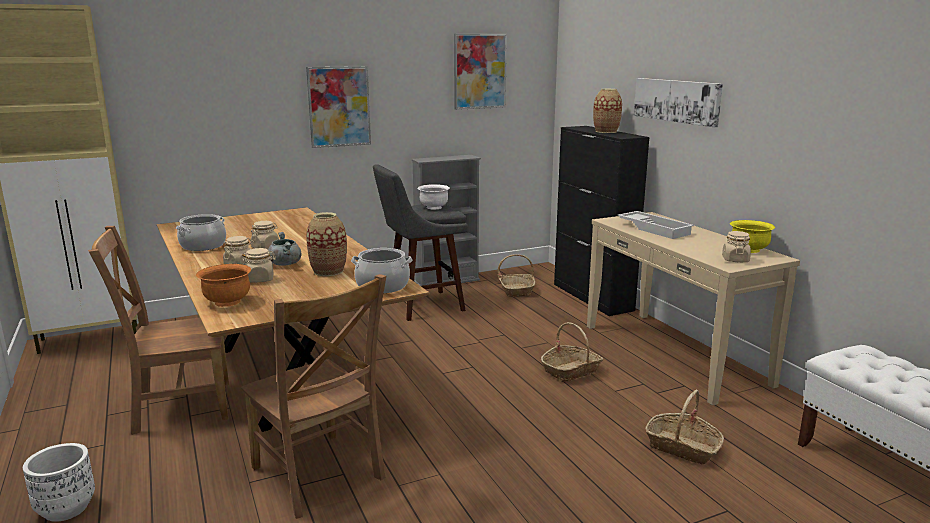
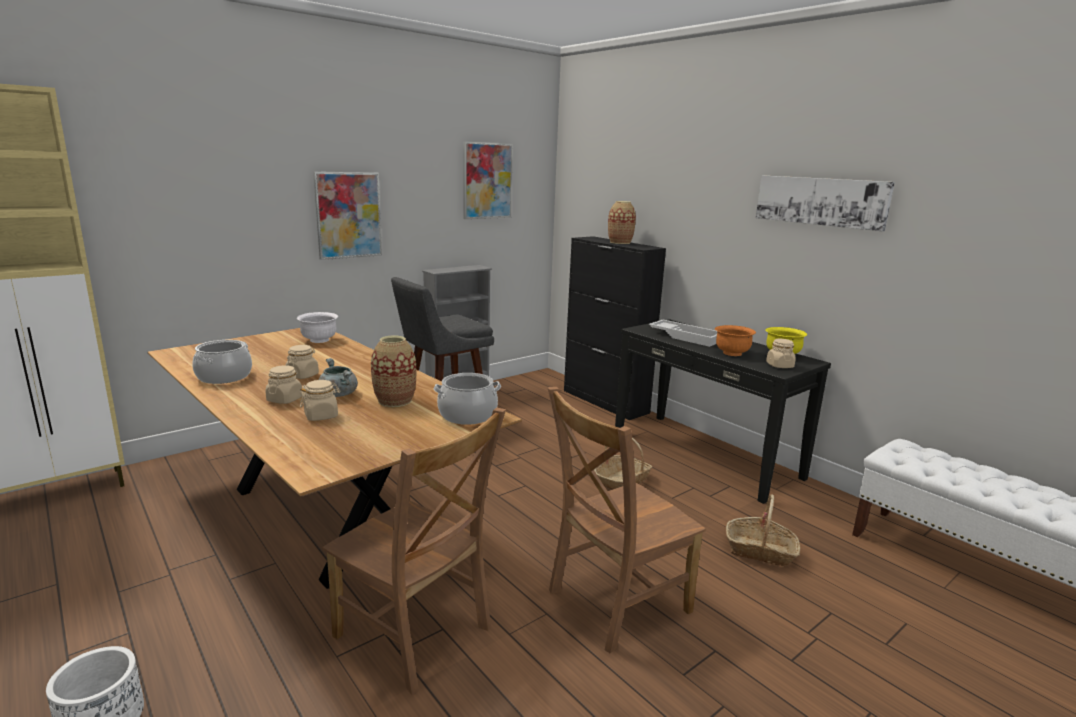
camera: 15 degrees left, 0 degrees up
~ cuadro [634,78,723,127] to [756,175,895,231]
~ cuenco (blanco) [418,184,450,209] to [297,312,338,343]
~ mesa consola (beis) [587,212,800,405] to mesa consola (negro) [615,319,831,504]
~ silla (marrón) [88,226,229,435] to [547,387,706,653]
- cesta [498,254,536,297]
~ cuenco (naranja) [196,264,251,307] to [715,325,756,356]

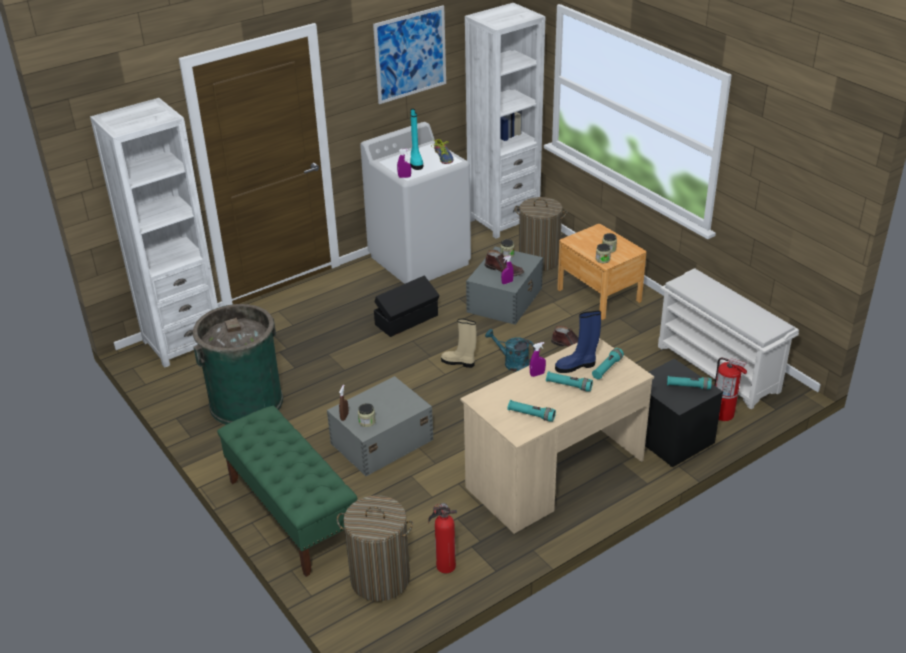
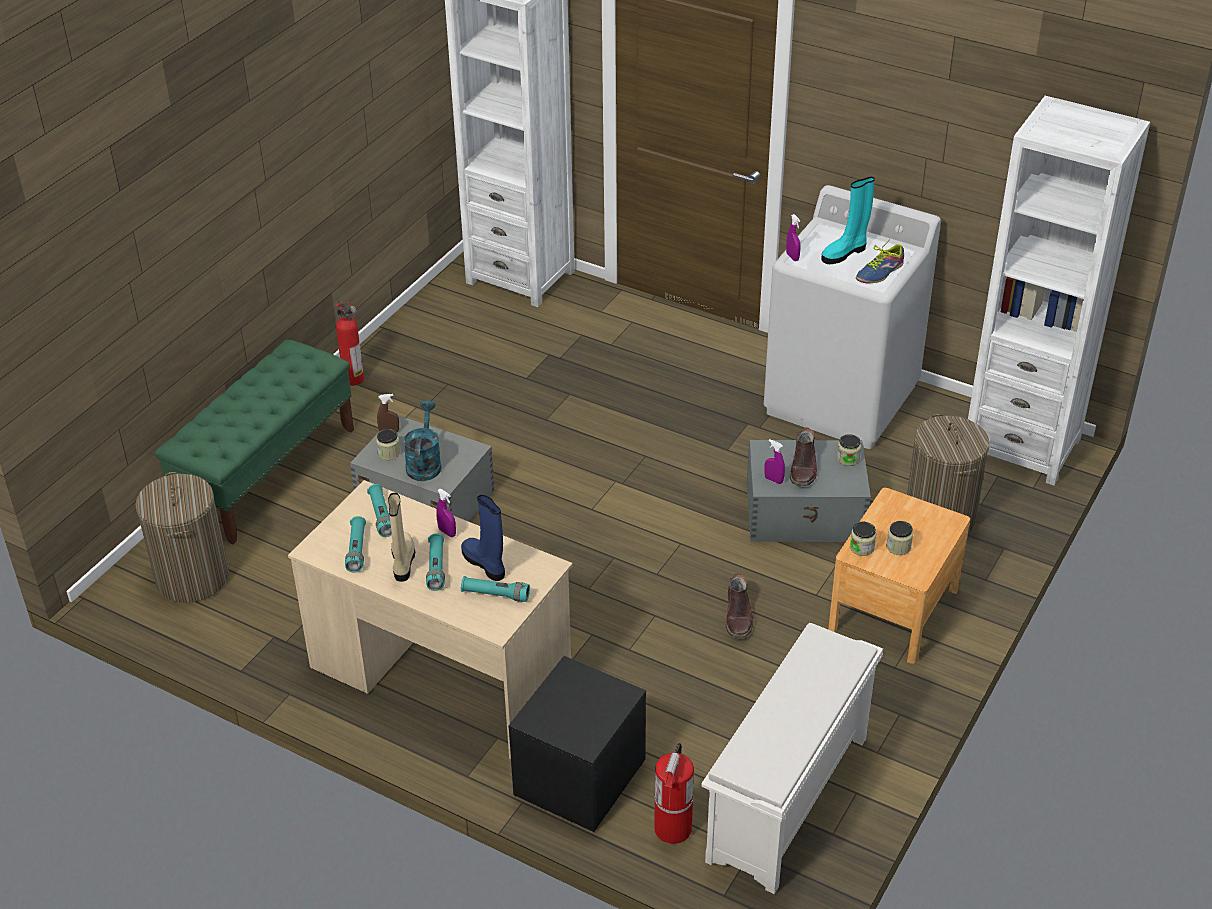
camera: 65 degrees right, 5 degrees up
- cuadro [373,5,446,104]
- caja de almacenaje (negro) [374,276,440,337]
- papelera (verde) [193,304,283,425]
~ bota (beis) [441,319,477,368] to [388,493,415,582]
~ regadera (turquesa) [485,329,535,372] to [404,400,441,481]
~ linterna (turquesa) [667,376,712,390] to [367,484,392,537]
~ extintor [428,503,457,573] to [336,300,364,386]

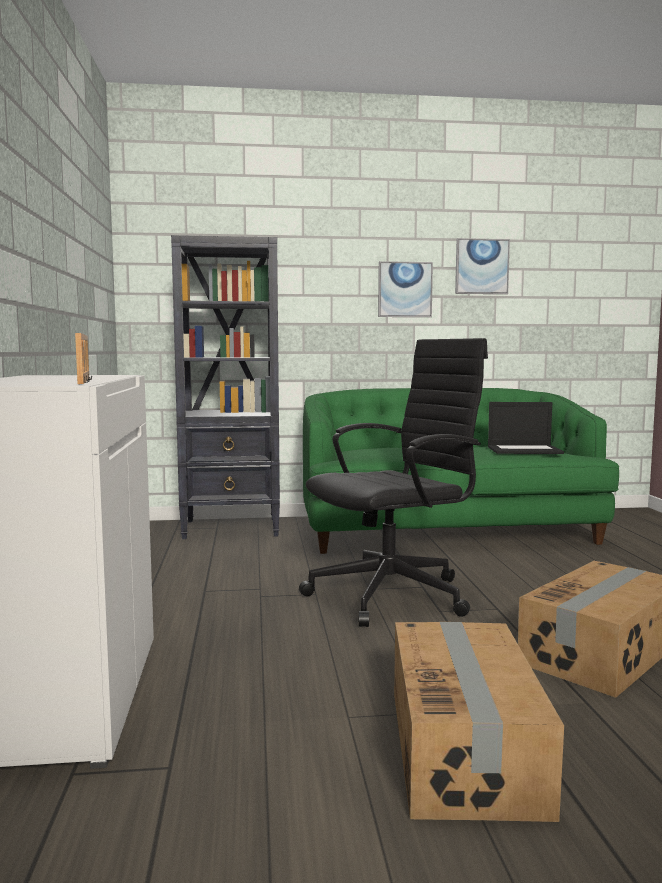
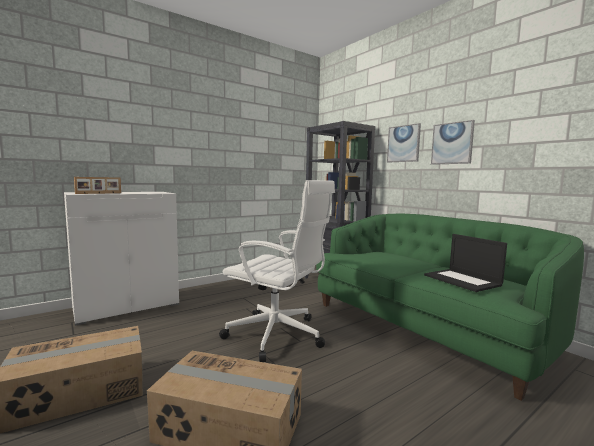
camera: 60 degrees right, 0 degrees up
~ cuadro [455,238,510,294] to [387,123,421,163]
~ silla de oficina (negro) [299,338,488,627] to silla de oficina (blanco) [219,180,335,362]

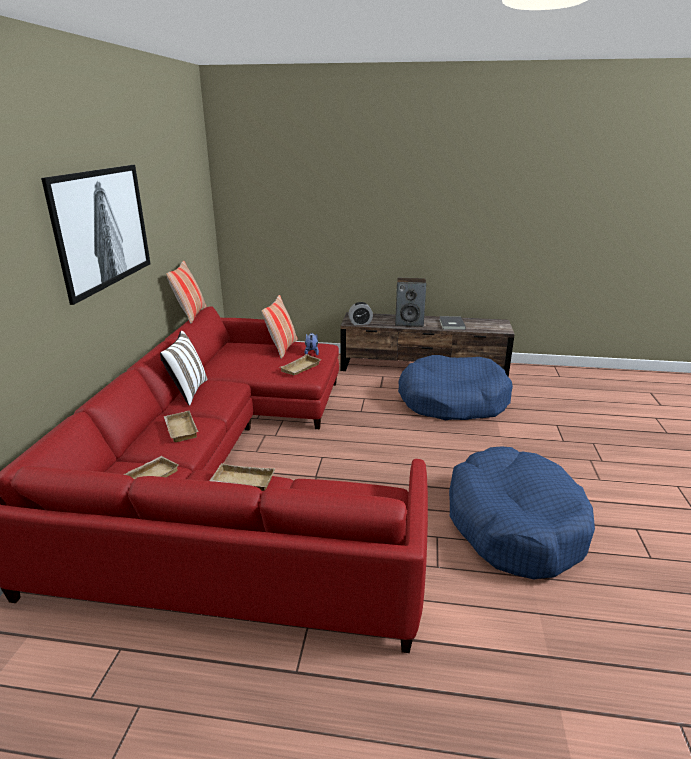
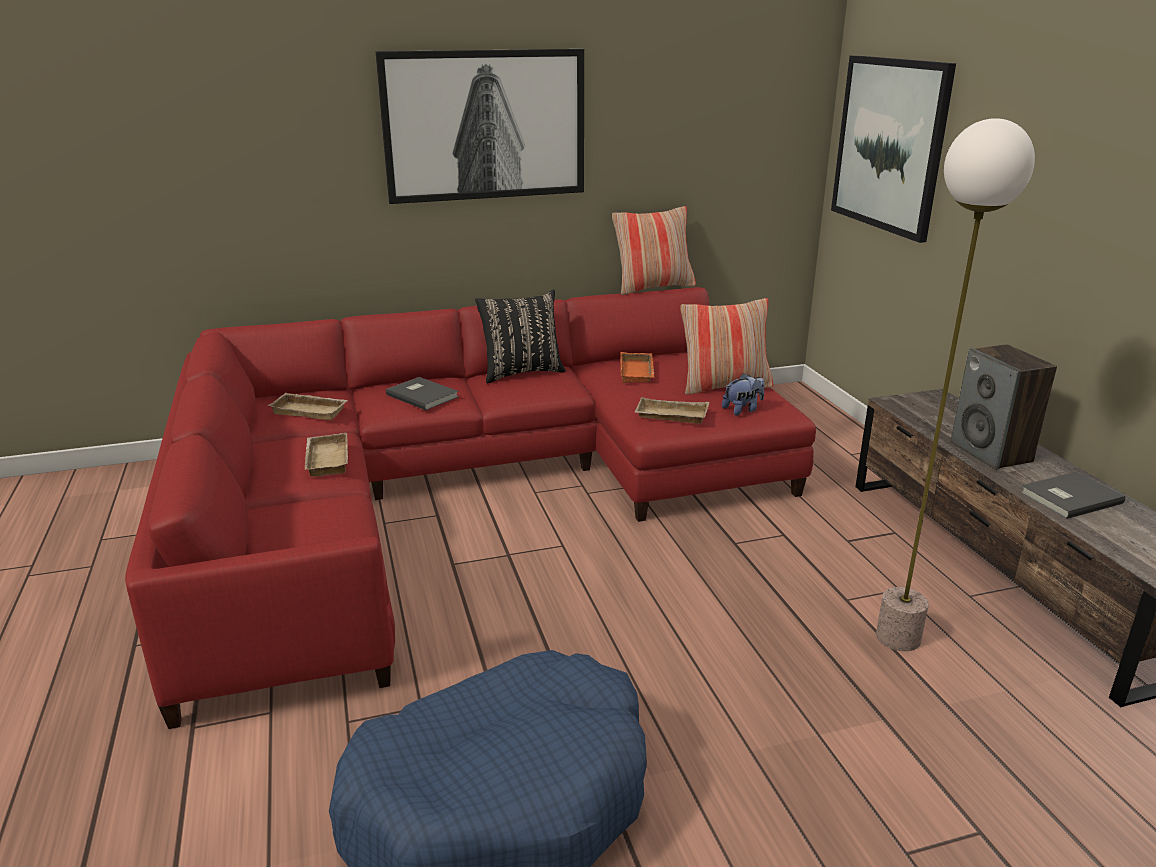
camera: 65 degrees right, 0 degrees up
- despertador [348,302,373,325]
~ cojín (blanco) [160,331,208,406] to cojín (negro) [475,290,566,383]
~ cama para perro (azul) [398,355,513,420] to lámpara de pie [876,118,1035,651]
~ bandeja (beis) [164,411,199,442] to libro (gris) [386,377,459,410]
+ cuadro [831,55,956,243]
+ bandeja (naranja) [620,352,655,383]

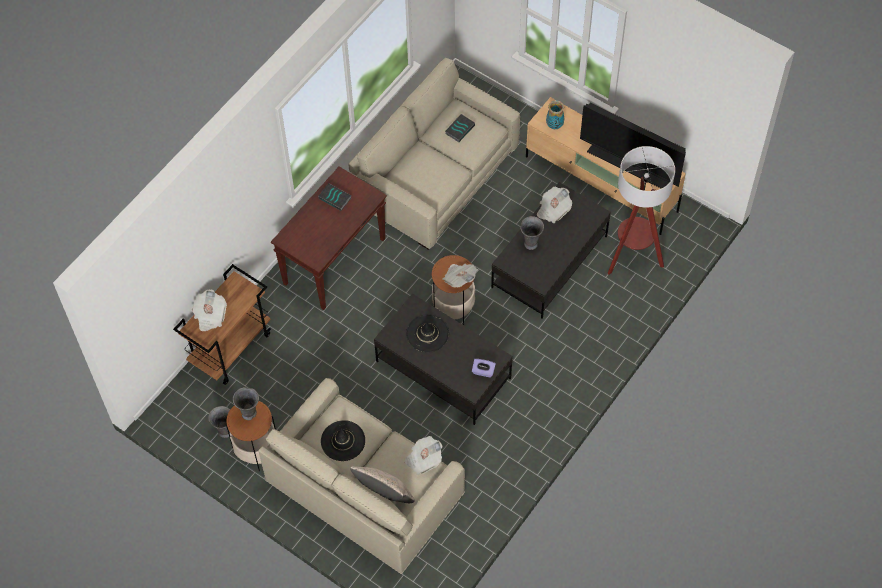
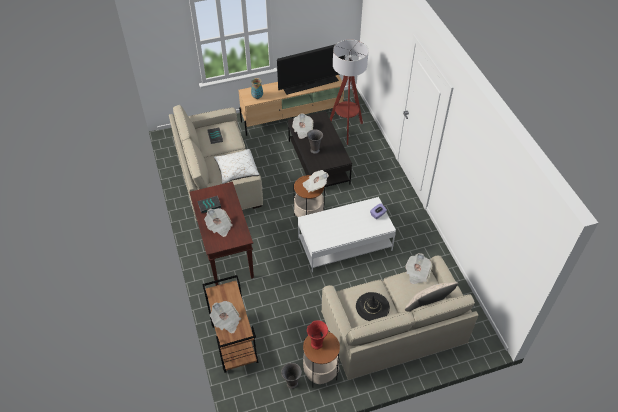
camera: 55 degrees left, 10 degrees down
~ mesa de centro (negro) [374,293,513,425] to mesa de centro (blanco) [298,197,396,273]
- sombrero (negro) [406,314,449,352]
~ florero (gris) [233,387,259,420] to florero (rojo) [307,320,328,350]
+ cojín (blanco) [214,149,260,184]
+ periódico [204,208,233,237]

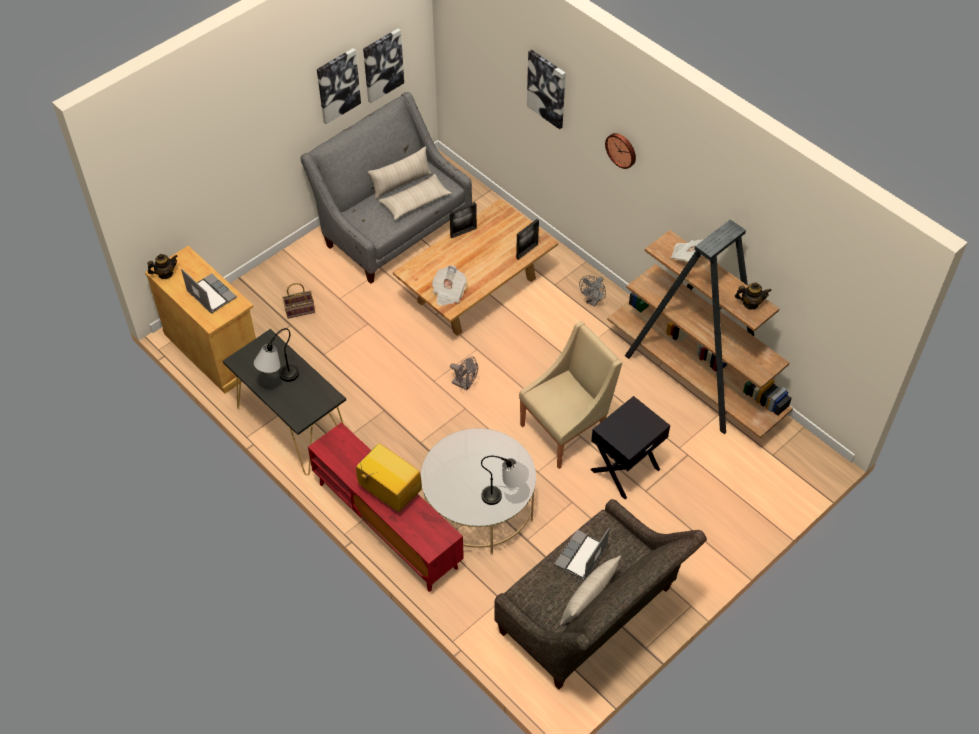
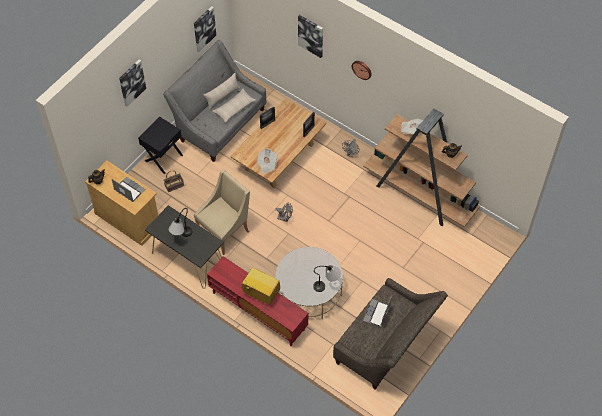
camera: 10 degrees left, 5 degrees up
~ cuadro [317,48,361,124] to [119,59,146,107]
~ sillón (beis) [519,321,622,469] to [194,169,250,255]
~ mesa auxiliar (negro) [590,396,670,499] to [138,117,183,174]
- cojín (beis) [560,556,621,625]

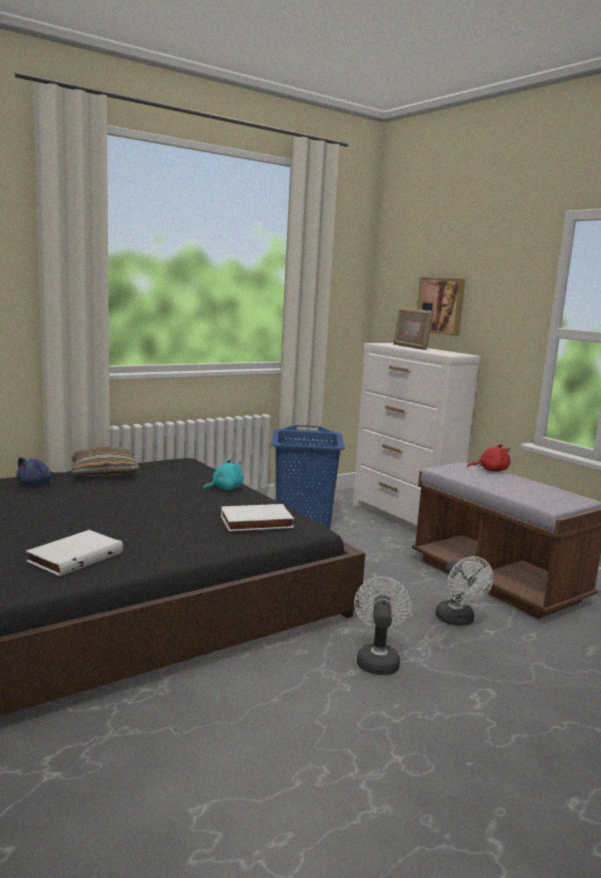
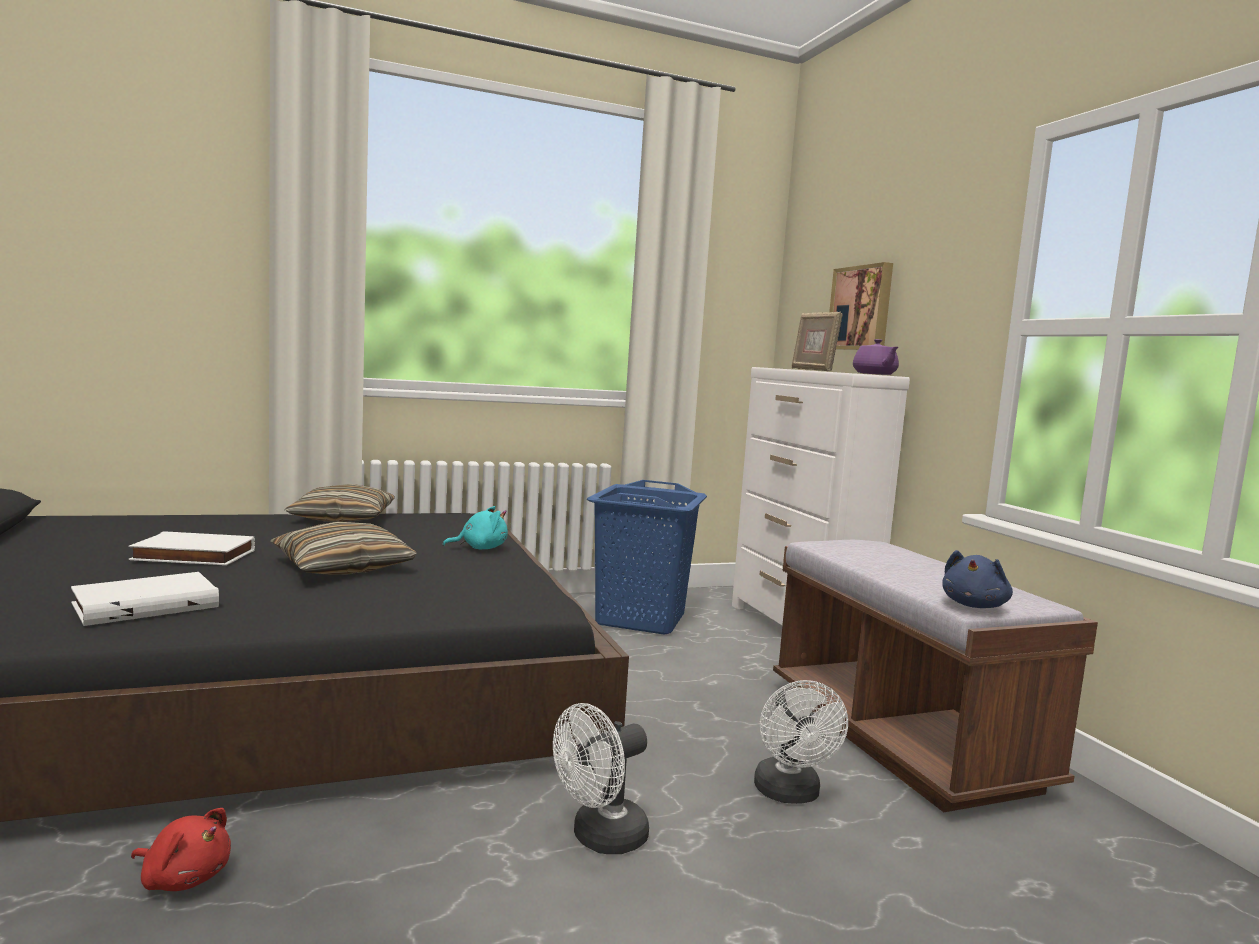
camera: 15 degrees right, 5 degrees down
~ peluche (rojo) [467,444,510,472] to [131,808,231,891]
~ peluche (azul) [16,457,54,486] to [942,550,1013,608]
~ libro (blanco) [221,504,294,531] to [129,531,255,565]
~ ventilador (blanco) [354,577,411,675] = [553,703,649,854] 150 degrees counterclockwise
+ tetera (morado) [853,339,899,375]
+ cojín [270,522,417,575]

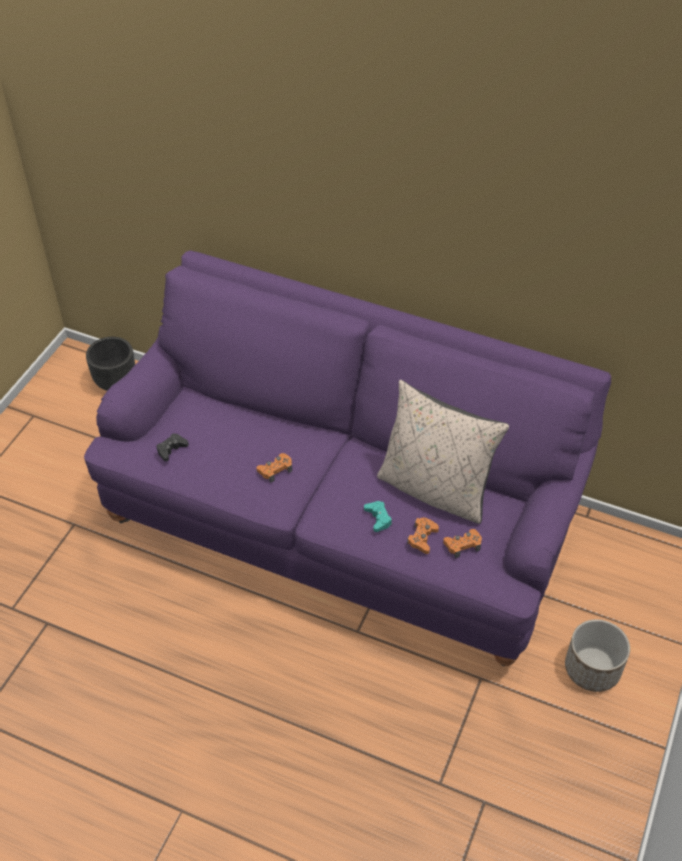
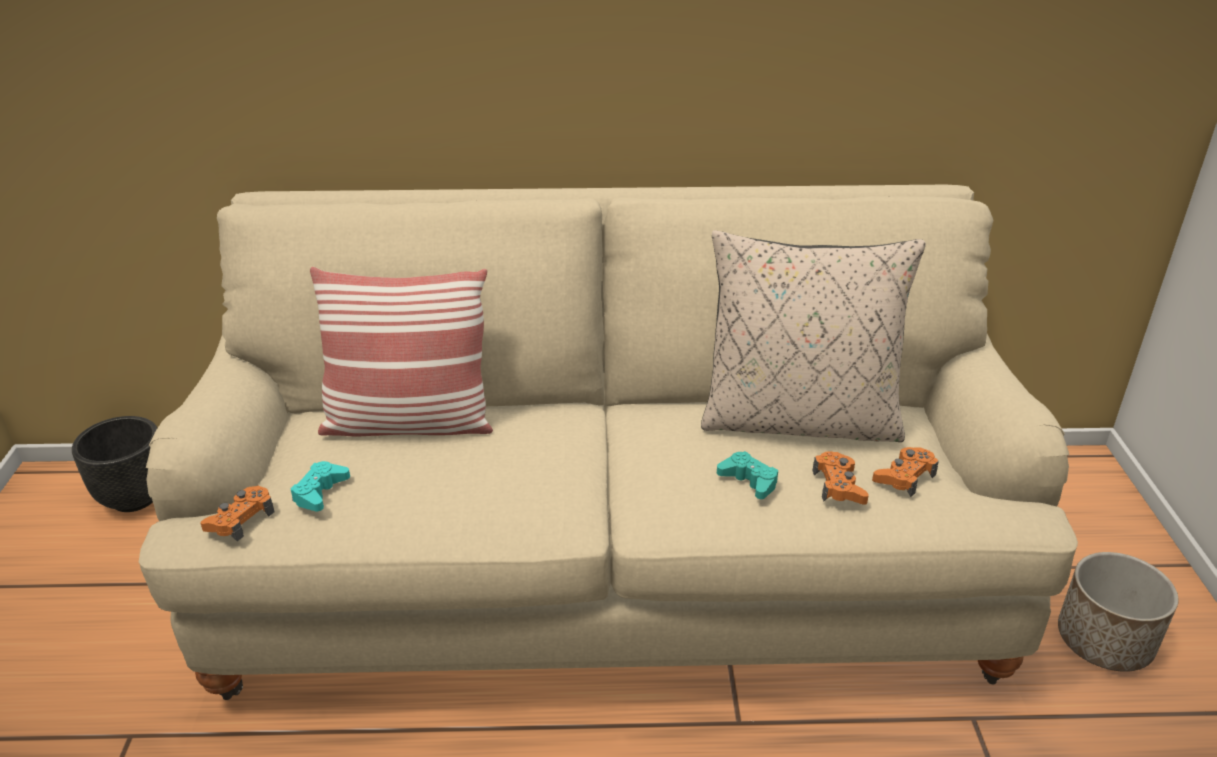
camera: 25 degrees left, 15 degrees down
~ sofá (morado) [84,250,611,666] to sofá (beis) [139,185,1078,700]
~ mando de consola (negro) [156,433,189,461] to mando de consola (turquesa) [291,461,350,511]
~ mando de consola (naranja) [256,453,292,483] to [200,486,274,541]
+ cojín [310,267,493,436]

